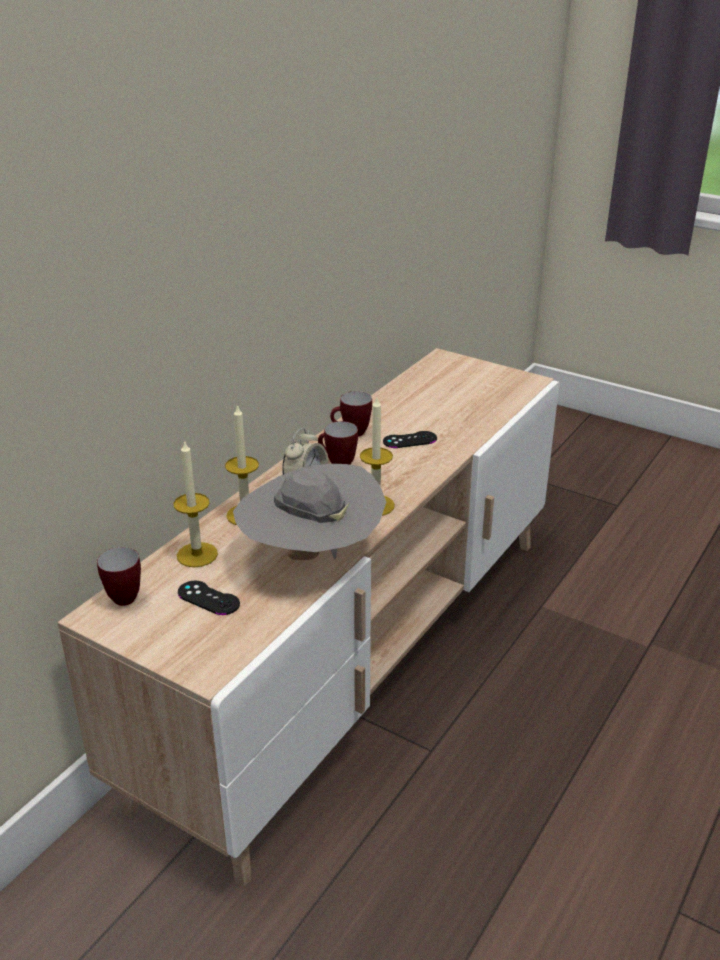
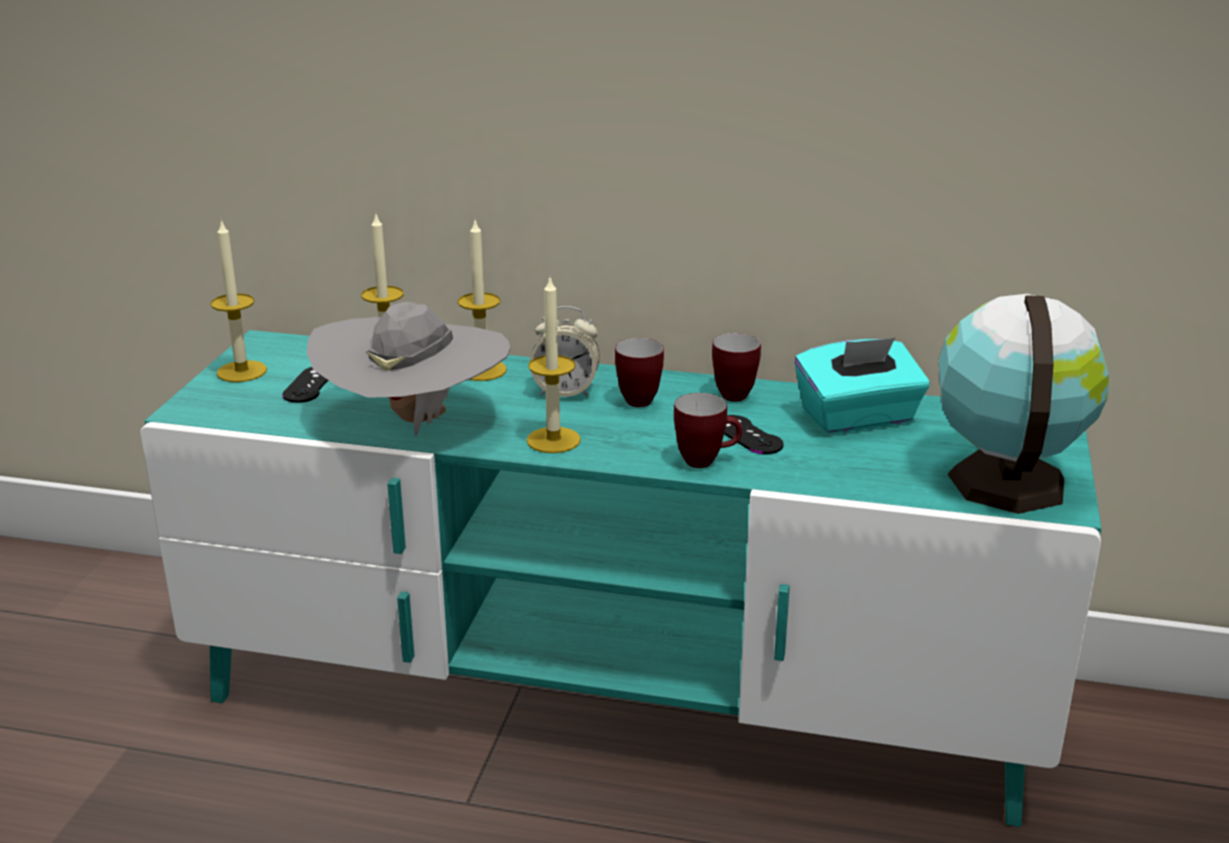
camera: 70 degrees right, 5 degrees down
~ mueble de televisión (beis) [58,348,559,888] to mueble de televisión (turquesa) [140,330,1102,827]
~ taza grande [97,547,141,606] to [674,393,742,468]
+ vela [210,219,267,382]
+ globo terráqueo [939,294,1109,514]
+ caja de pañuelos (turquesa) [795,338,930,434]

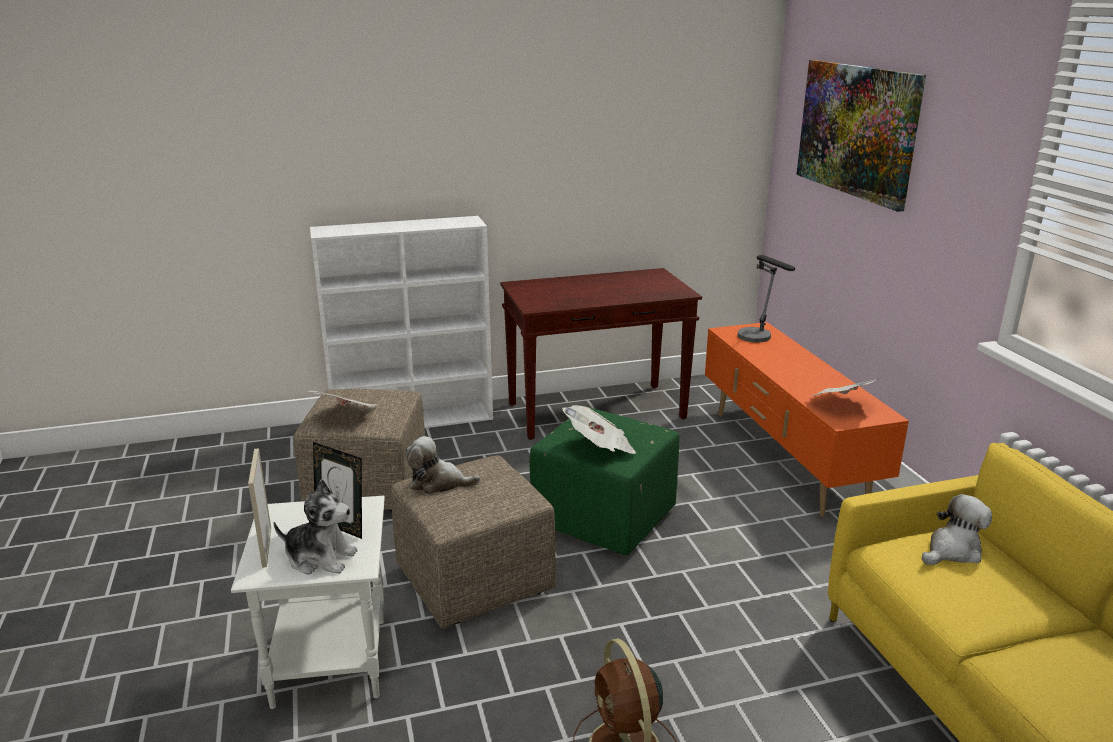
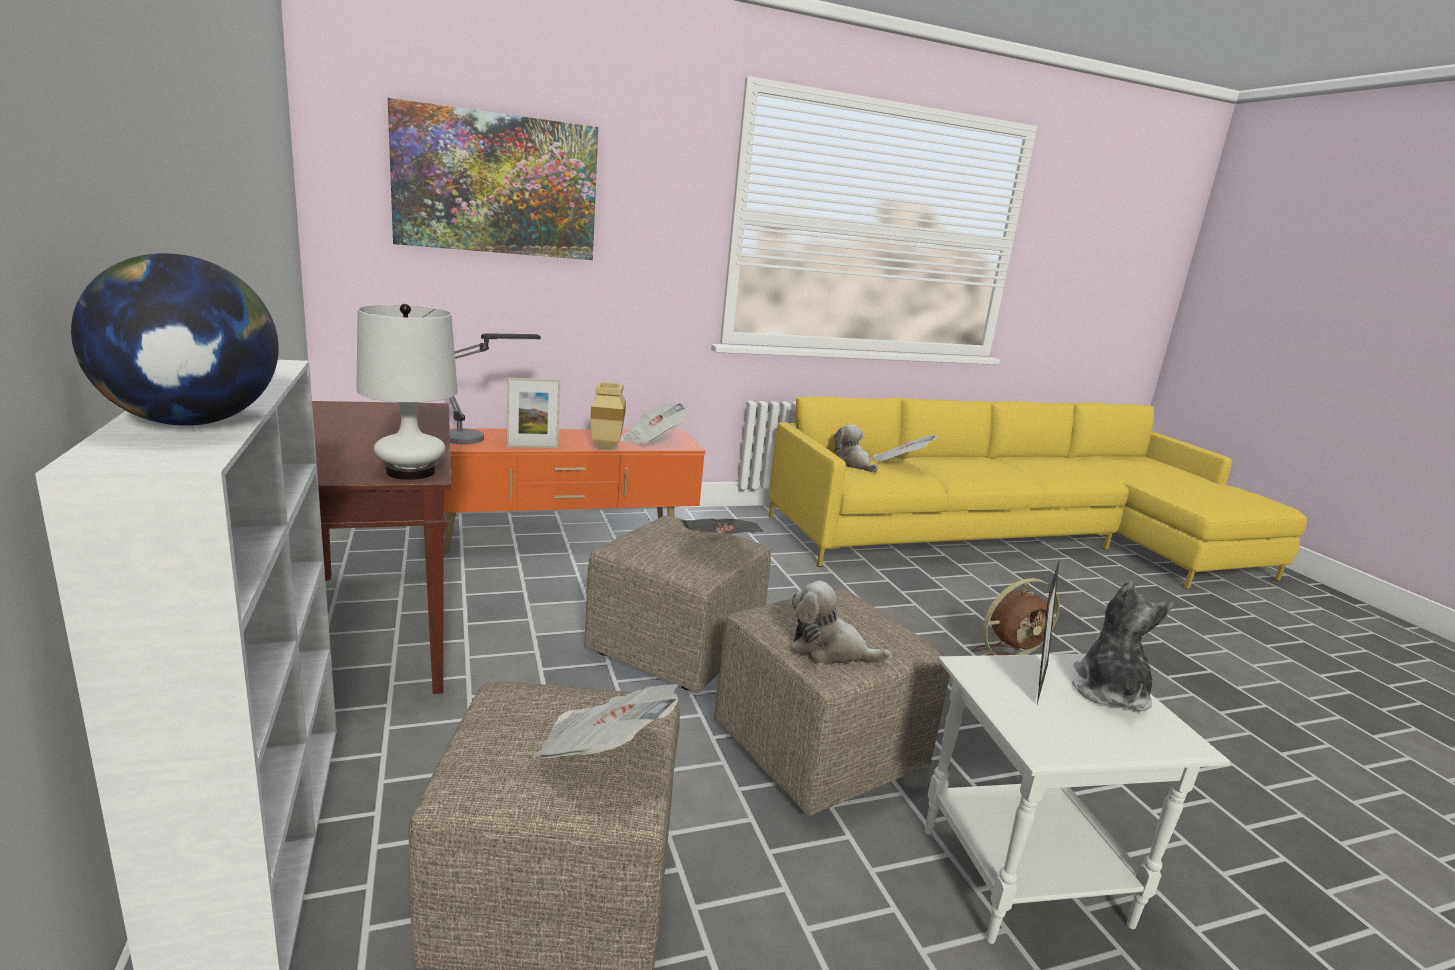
camera: 95 degrees left, 5 degrees down
~ puf (verde) [529,407,679,556] to puf (beis) [584,516,771,694]
~ peluche [405,436,480,494] = [790,581,891,664] 105 degrees clockwise
~ portarretratos [248,448,271,568] to [507,378,560,448]
+ globo terráqueo [71,253,279,426]
+ lámpara de mesa (blanco) [356,304,458,480]
+ florero (beis) [590,382,626,450]
+ periódico [872,435,937,462]

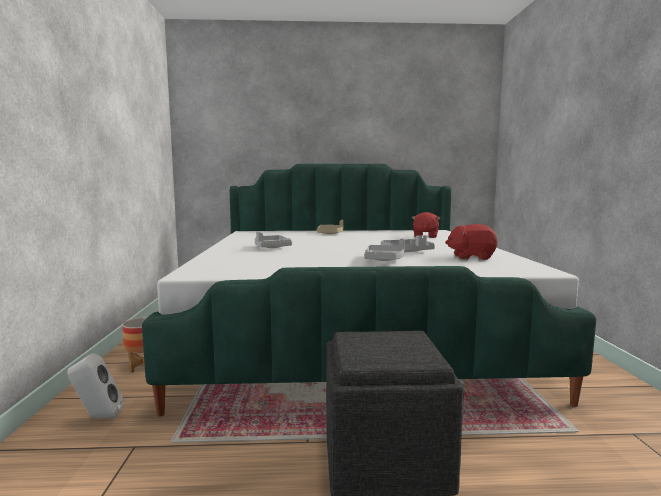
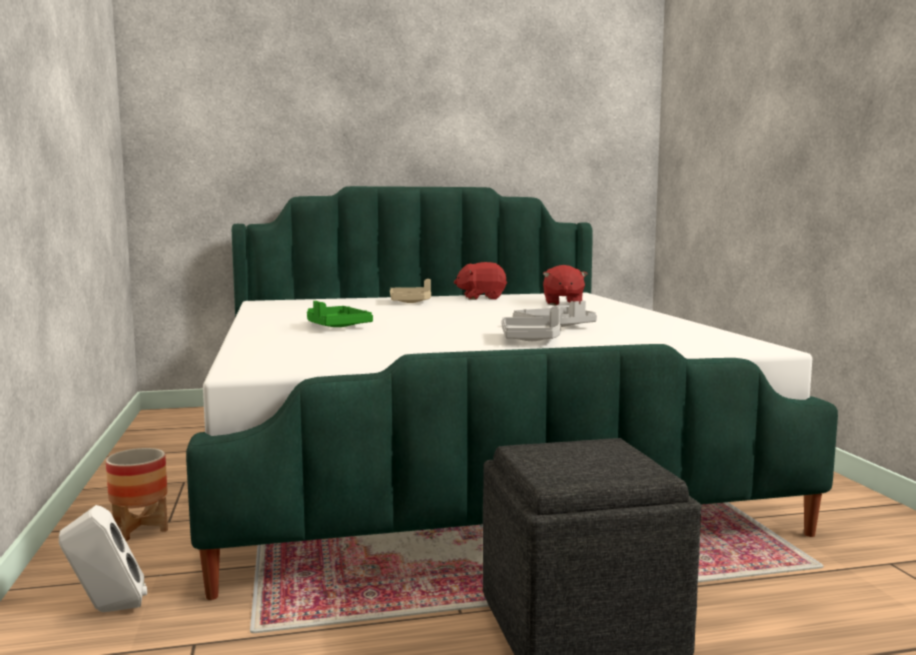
camera: 10 degrees left, 0 degrees up
~ peluche (rojo) [445,224,498,260] to [454,262,507,300]
~ bandeja (gris) [255,232,292,248] to bandeja (verde) [307,301,373,327]

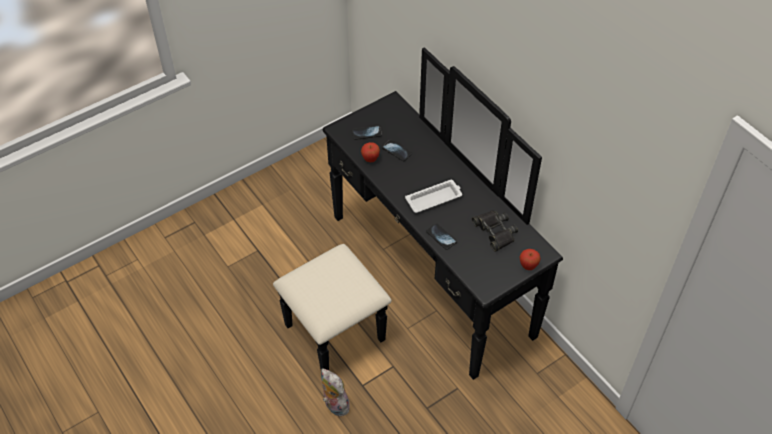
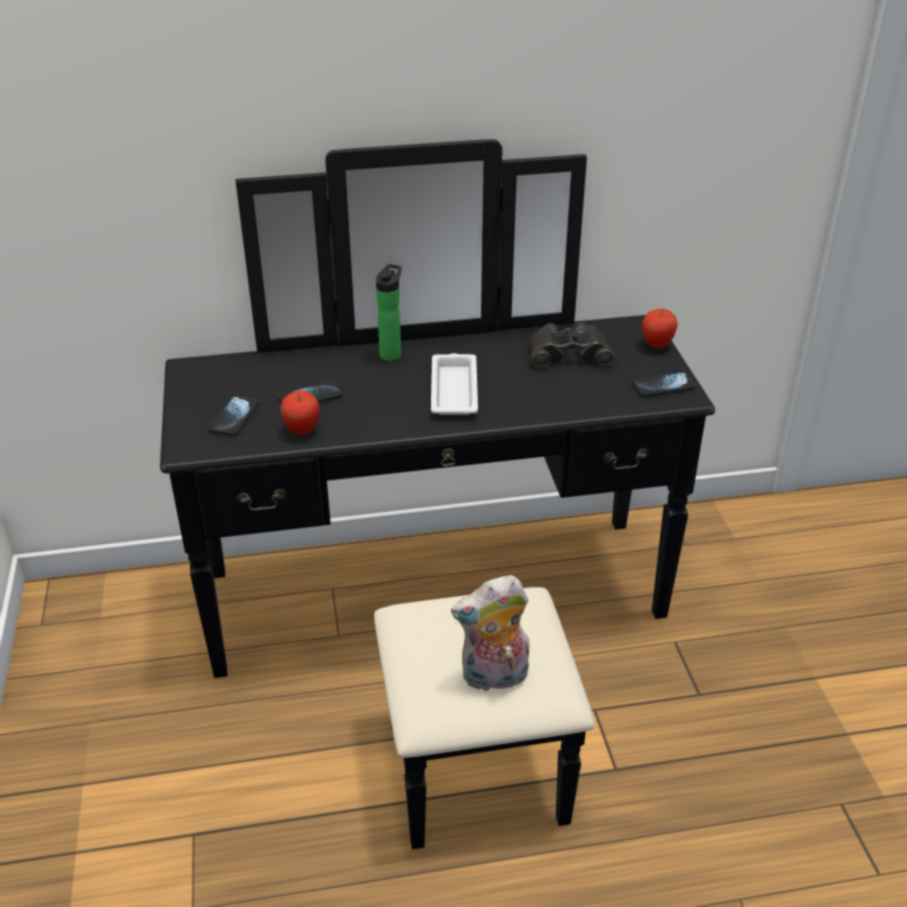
camera: 65 degrees left, 15 degrees down
~ móvil [426,223,457,250] to [632,372,696,397]
~ peluche [321,369,350,416] to [451,575,529,691]
+ botella [376,264,401,361]

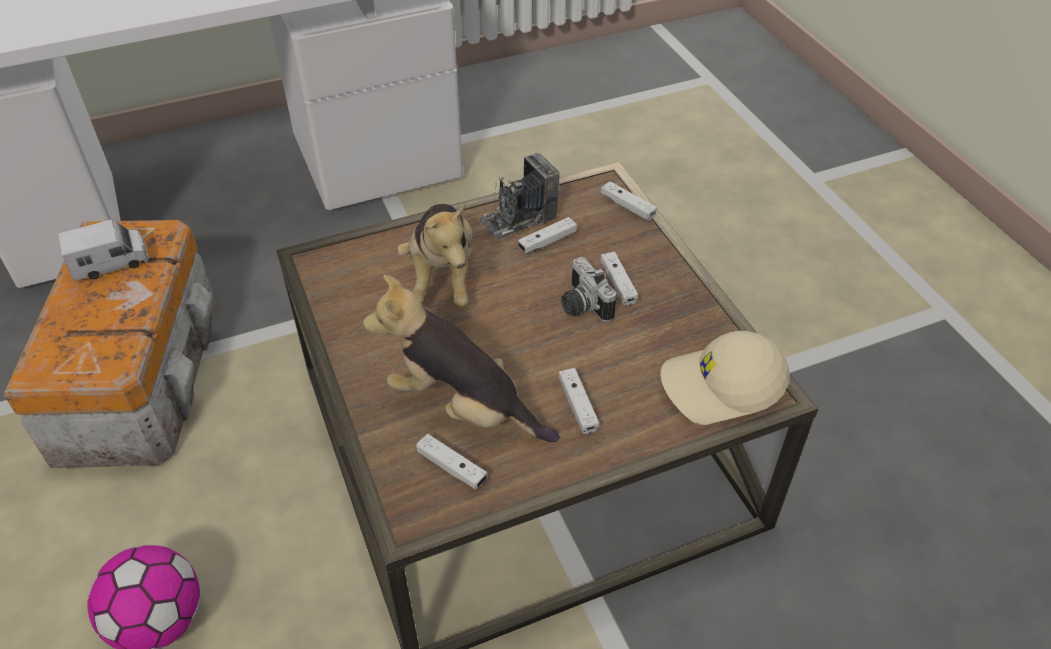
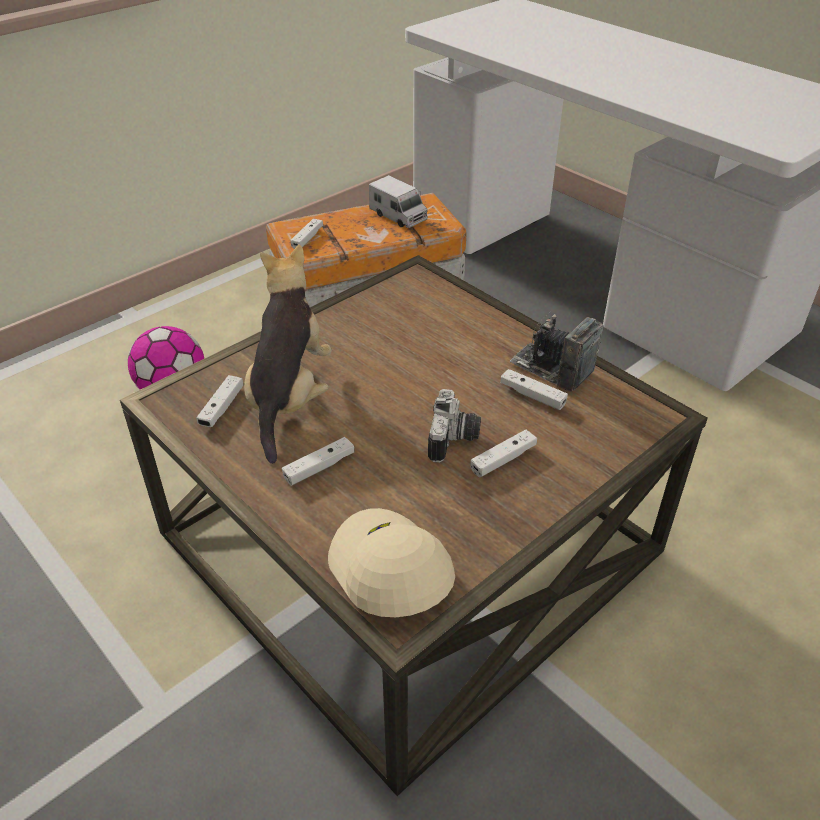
camera: 70 degrees right, 5 degrees down
~ mando de consola (blanco) [601,181,657,221] to [290,218,323,249]
- peluche [397,203,472,307]
~ cámara [561,257,617,322] = [428,389,481,463] 150 degrees clockwise

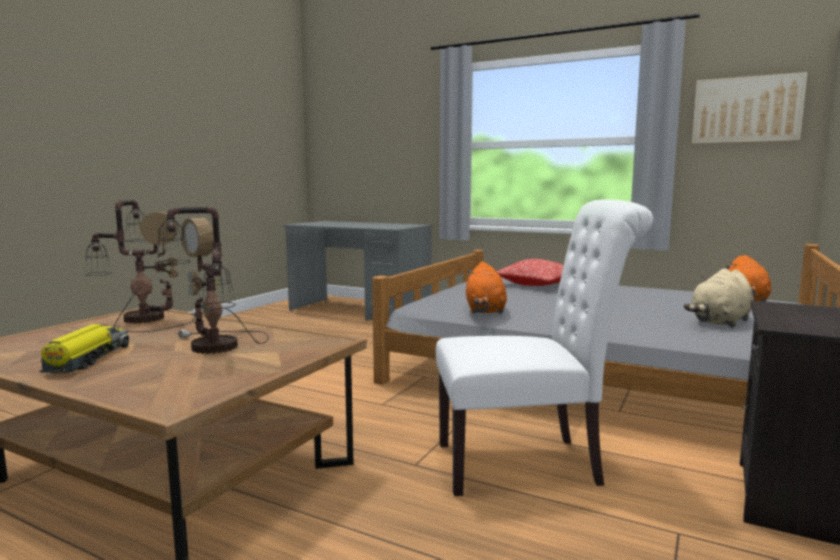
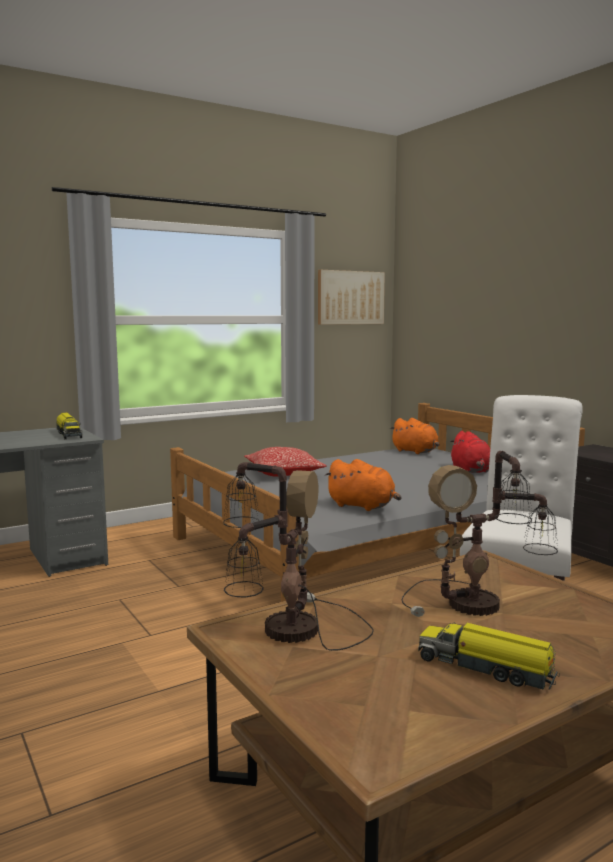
camera: 60 degrees left, 0 degrees up
~ peluche (beis) [684,268,754,328] to peluche (rojo) [450,431,490,473]
+ camión de juguete [56,412,82,439]

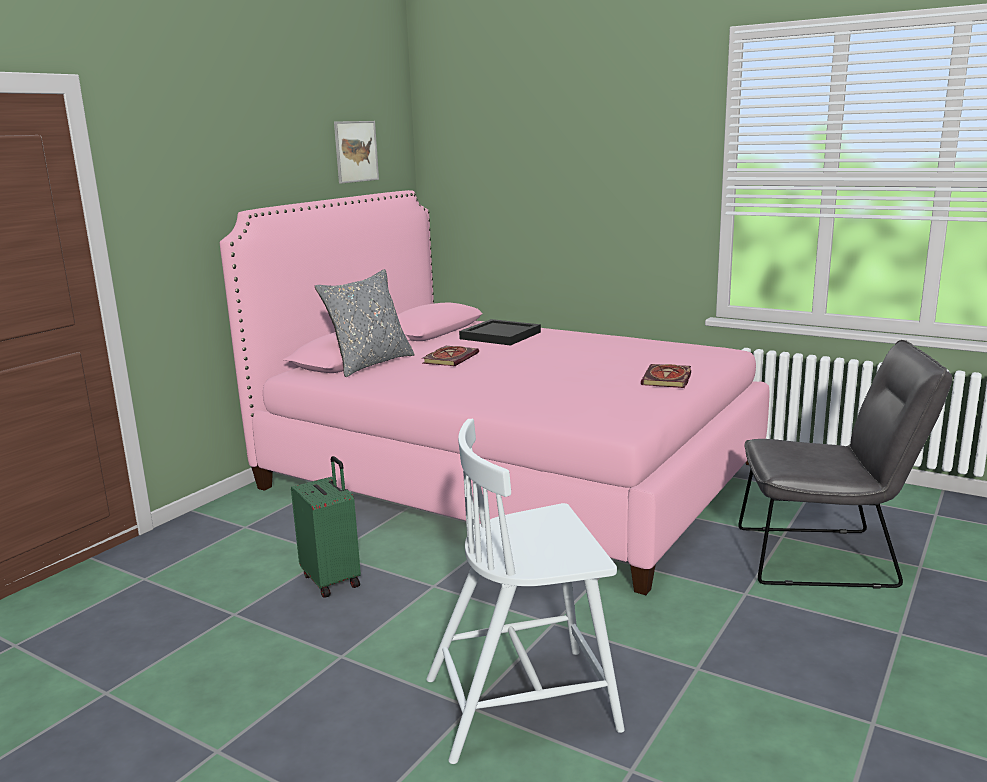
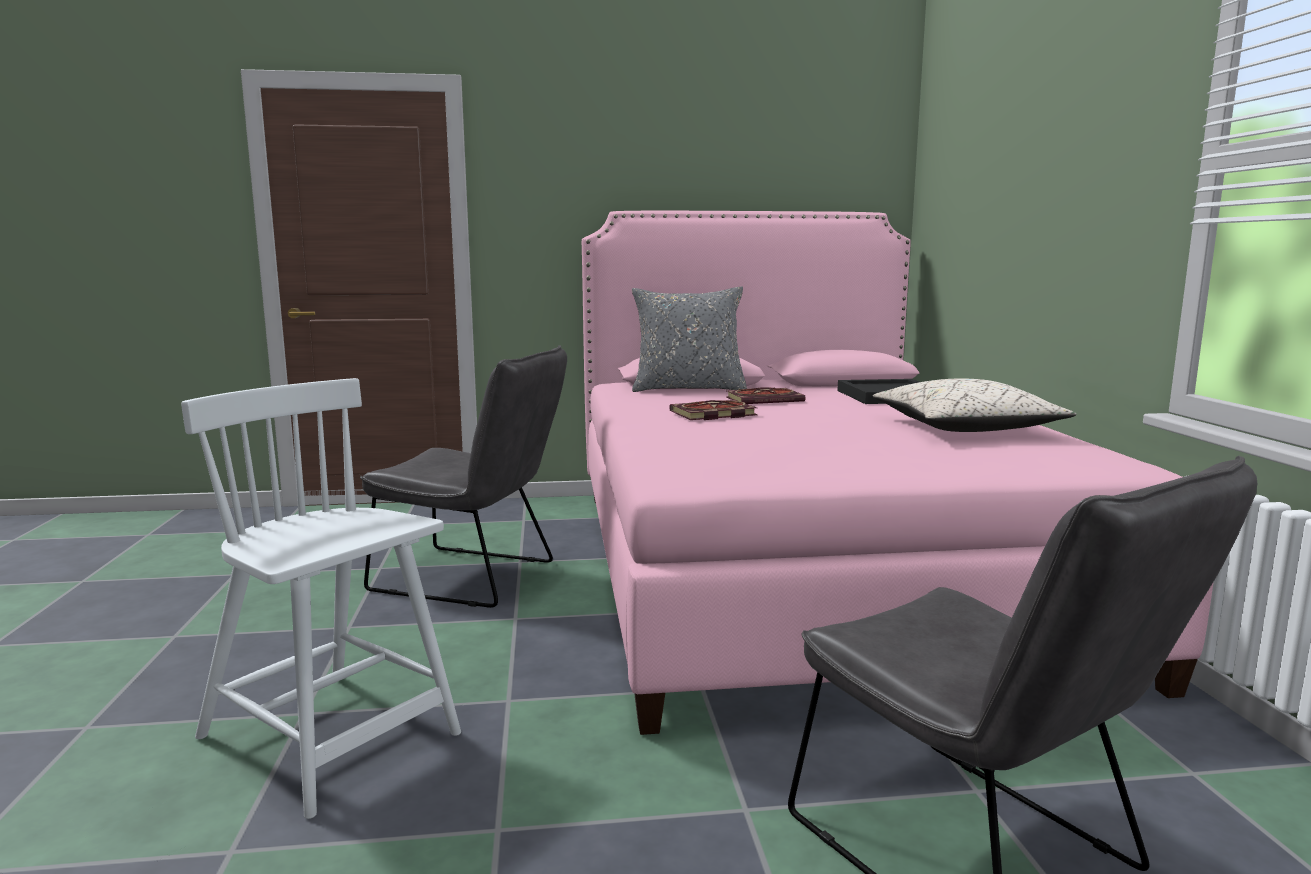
camera: 50 degrees right, 5 degrees down
- cuadro [334,121,379,184]
~ libro [641,364,691,388] to [669,400,757,420]
~ maleta (verde) [291,456,361,598] to silla (gris) [360,345,567,608]
+ cojín (beis) [872,378,1076,432]

